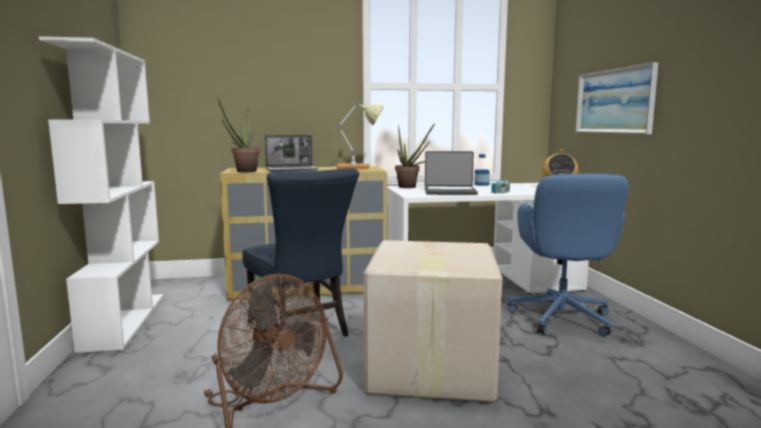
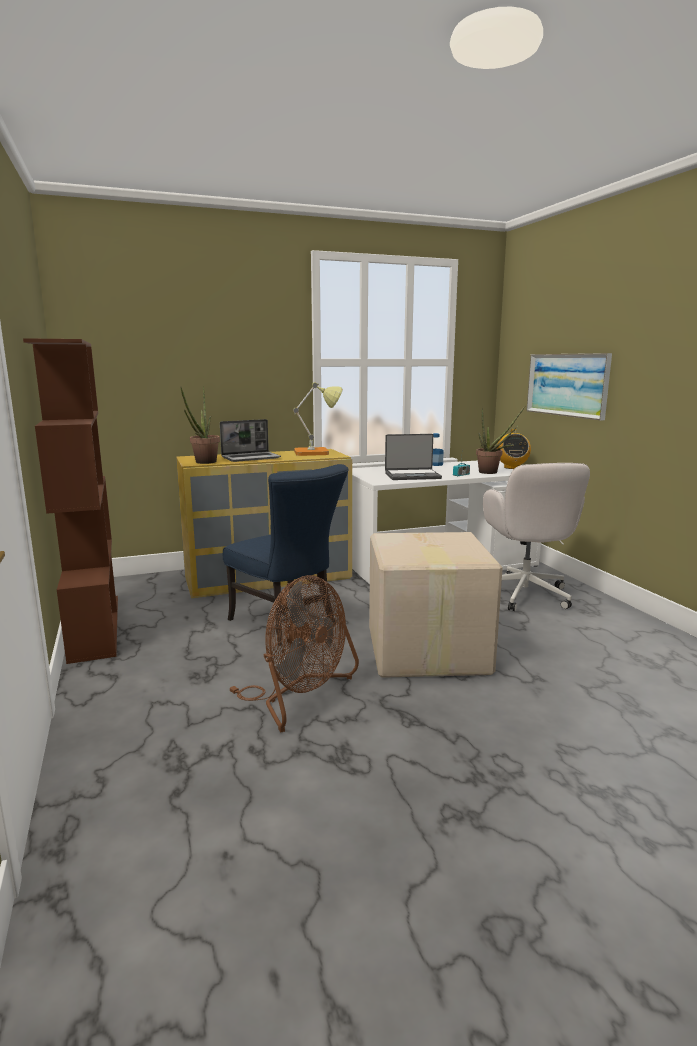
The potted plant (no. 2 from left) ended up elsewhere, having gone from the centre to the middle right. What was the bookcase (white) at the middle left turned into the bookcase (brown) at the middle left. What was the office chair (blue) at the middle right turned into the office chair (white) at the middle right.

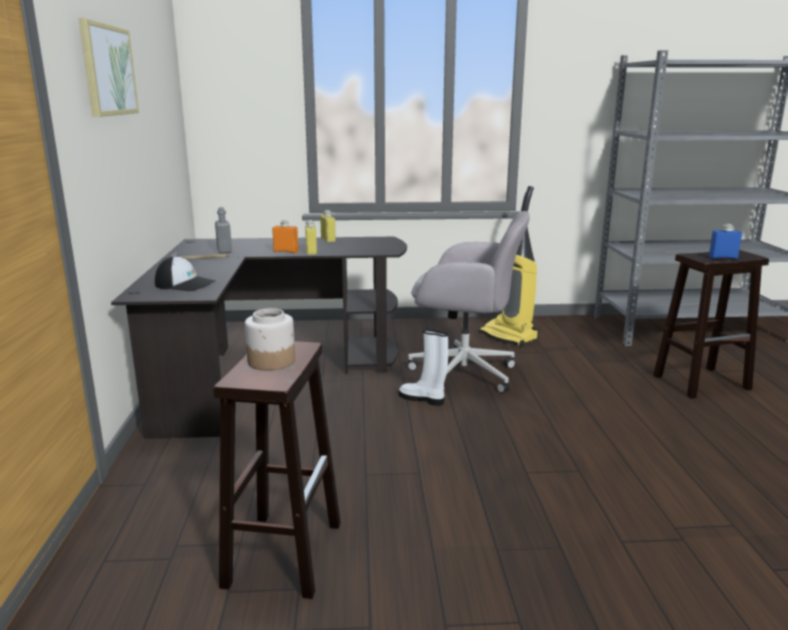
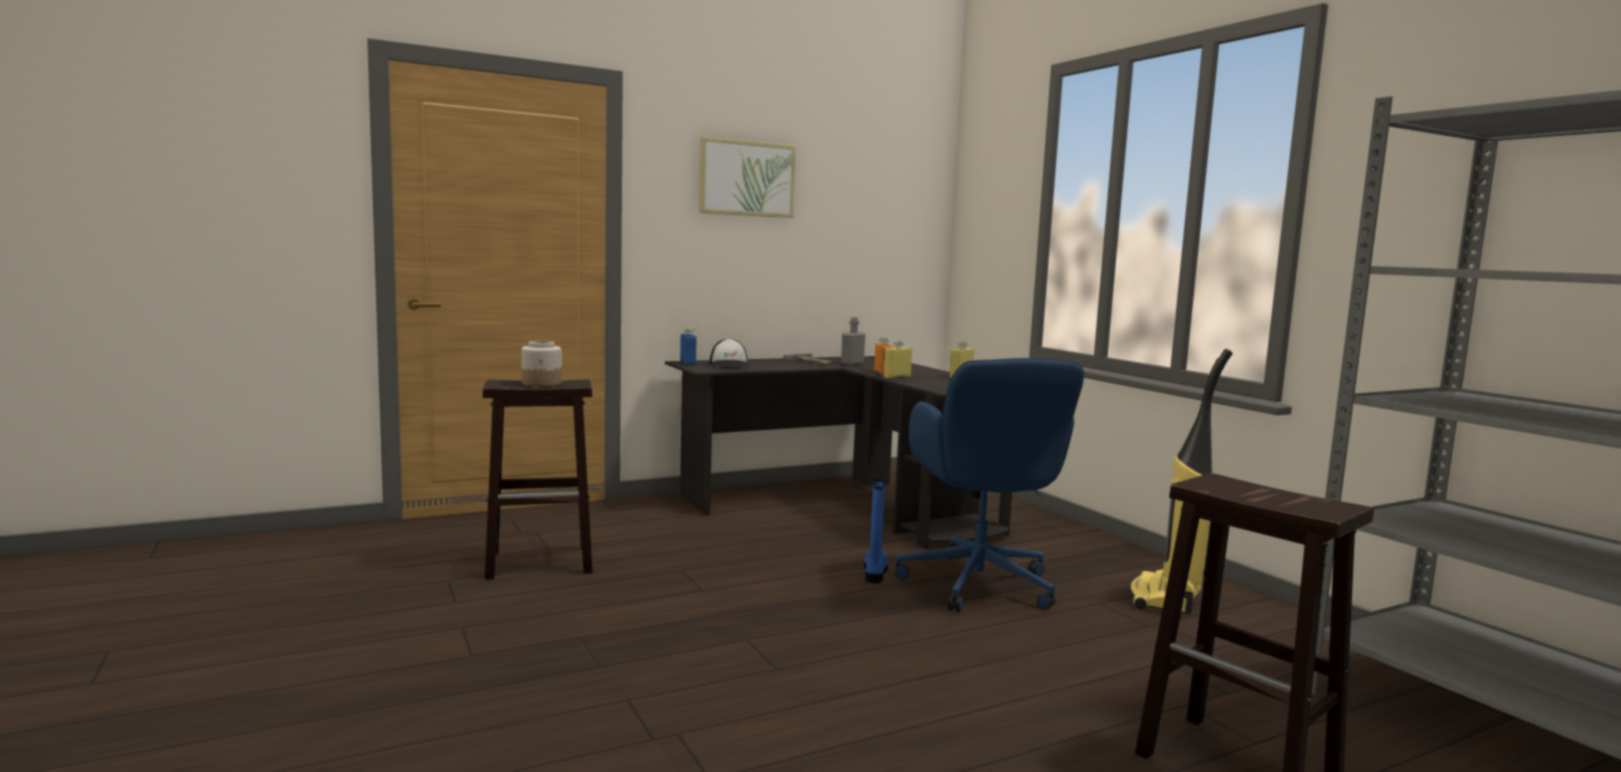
The bottle (blue) ended up elsewhere, having gone from the middle right to the centre. What was the boot (white) at the centre turned into the boot (blue) at the bottom centre. What was the office chair (grey) at the centre turned into the office chair (blue) at the centre.

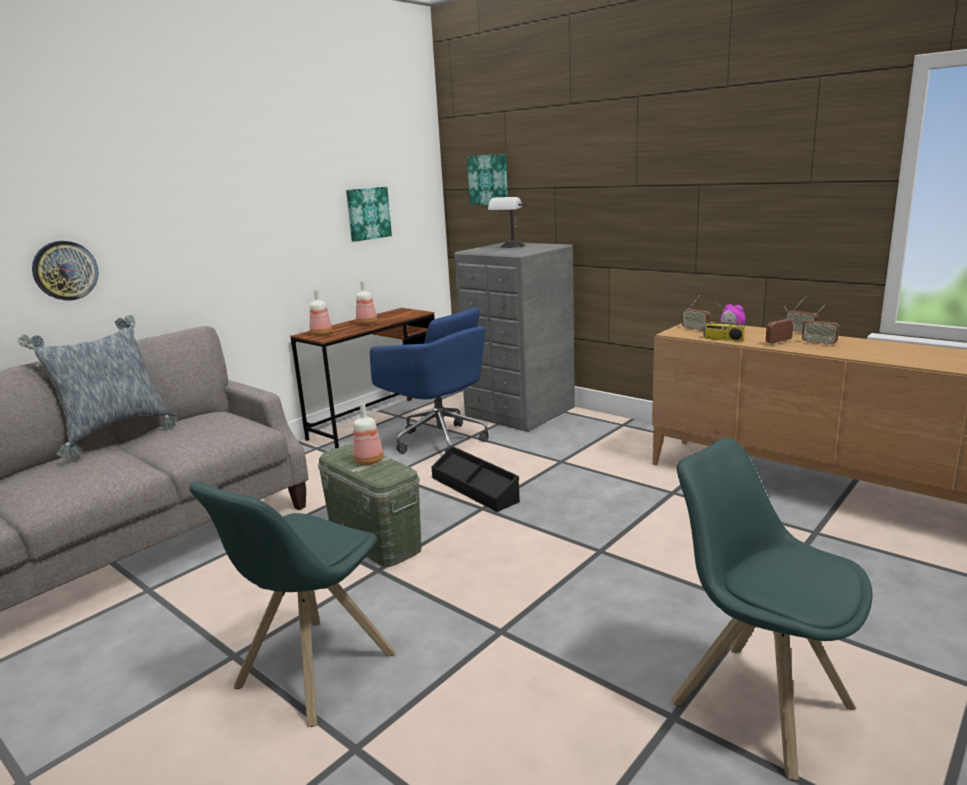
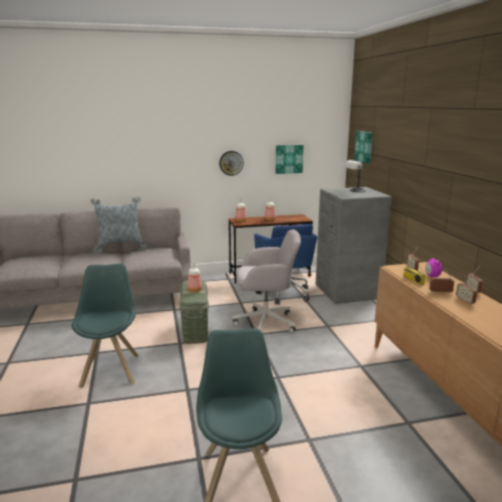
The wall clock ended up elsewhere, having gone from the middle left to the top centre. Where the storage box (black) stood at the centre, the office chair (grey) came to stand at the centre. The chair (turquoise) (no. 1 from left) at the bottom left ended up facing another way, 105 degrees clockwise from before.

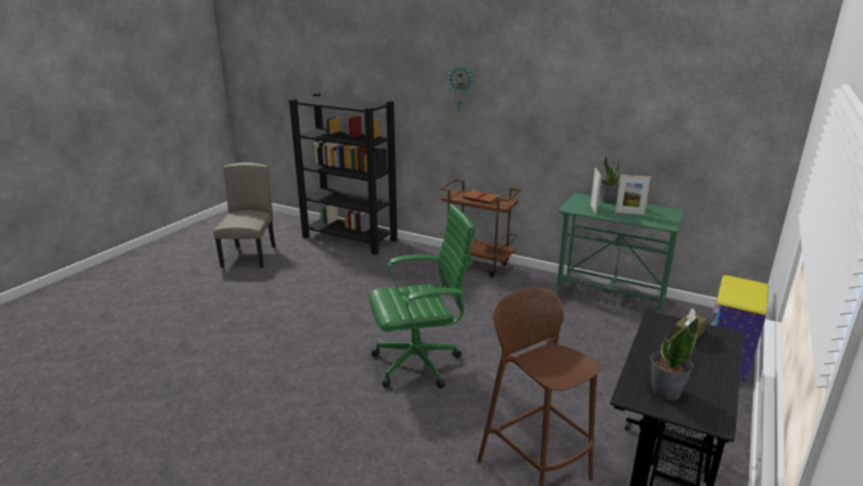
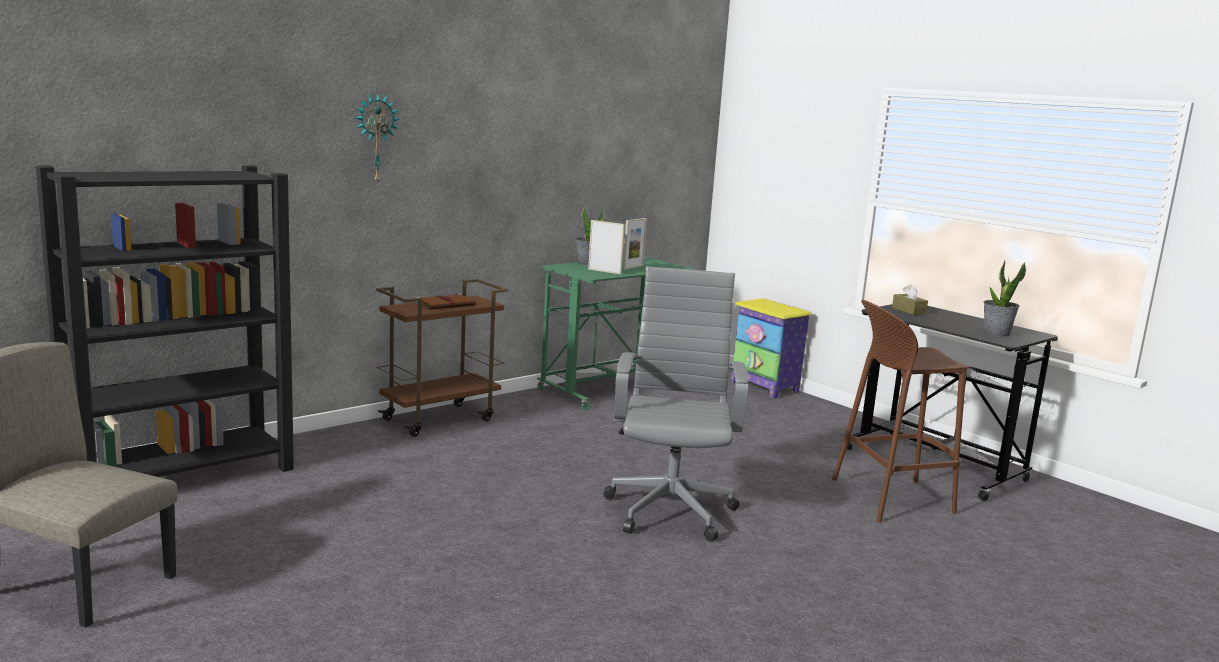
What was the office chair (green) at the centre turned into the office chair (grey) at the centre.

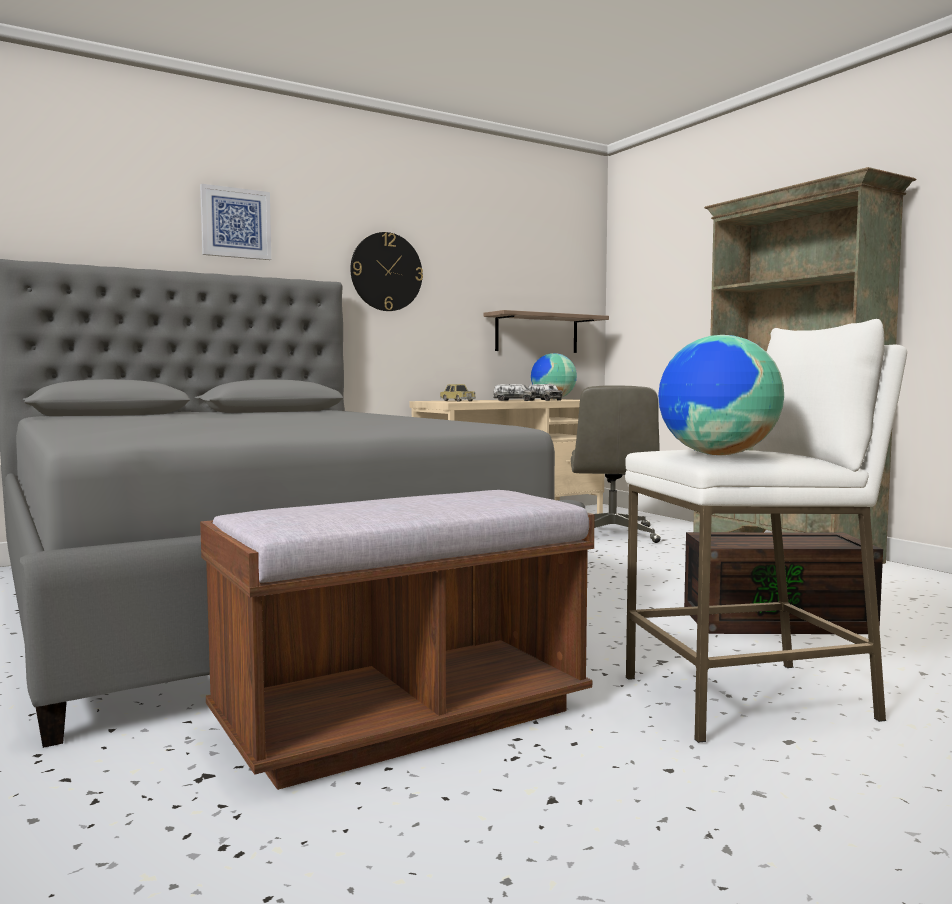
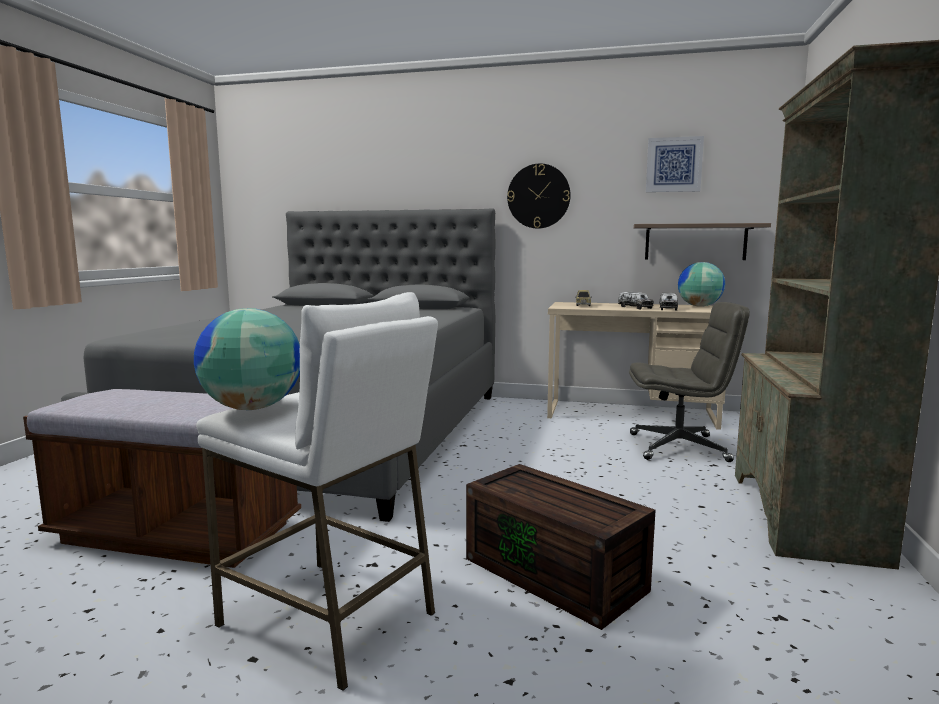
The picture ended up elsewhere, having gone from the top left to the top right. The office chair (grey) at the centre ended up facing another way, 135 degrees counterclockwise from before.

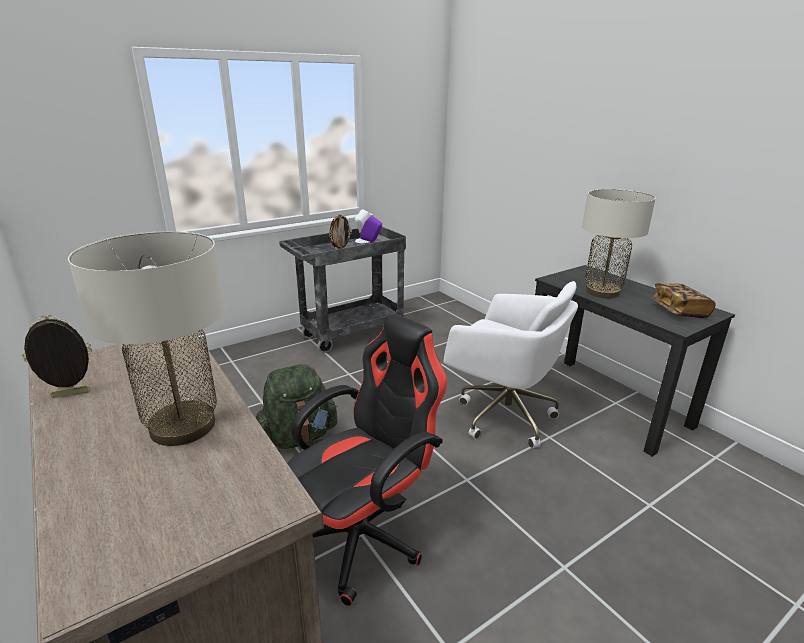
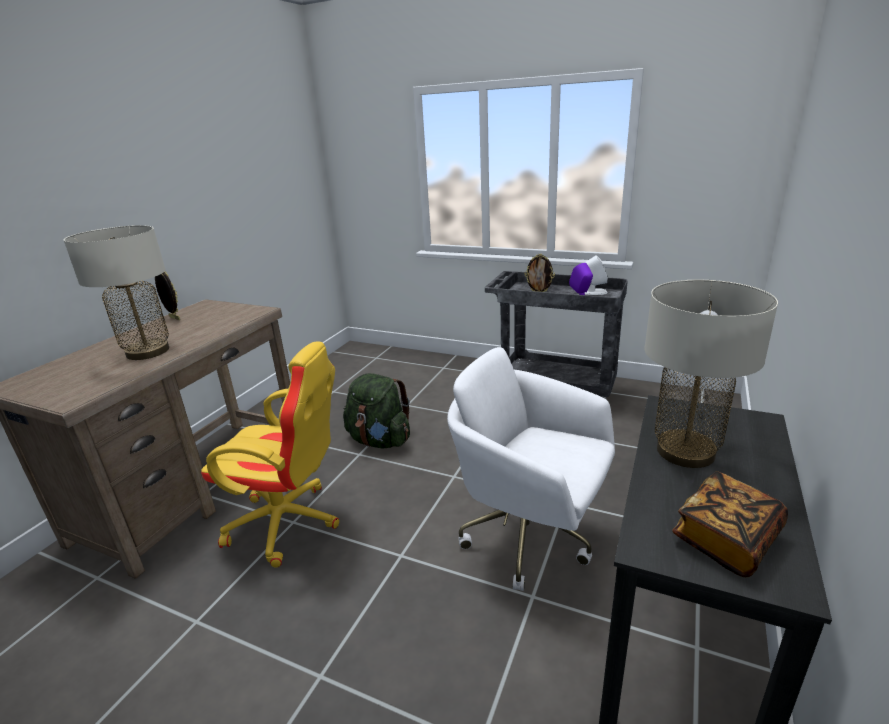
What was the office chair (black) at the bottom centre turned into the office chair (yellow) at the middle left. The office chair (white) at the centre ended up facing another way, 120 degrees clockwise from before.

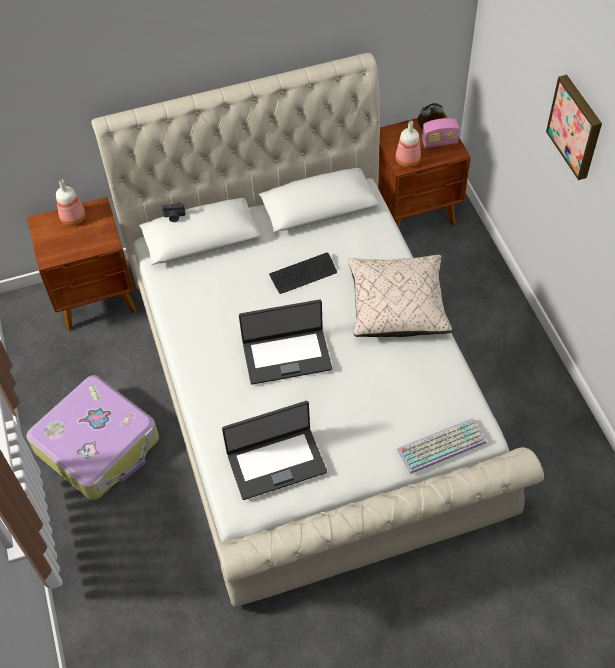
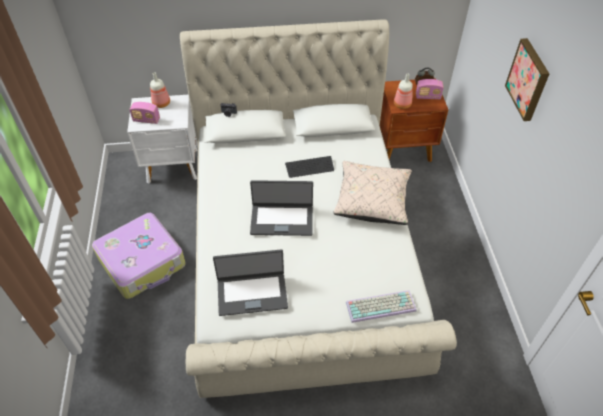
The second view gained the radio (no. 1 from left) at the top left. What was the nightstand (brown) (no. 1 from left) at the middle left turned into the nightstand (white) at the middle left.

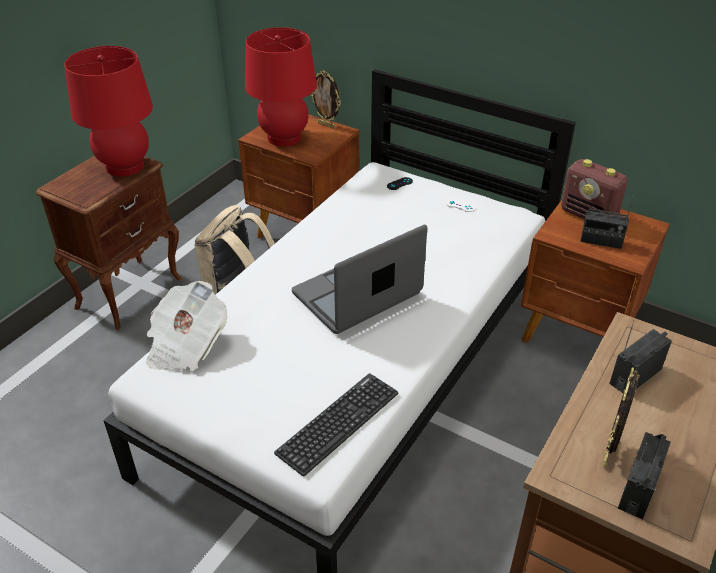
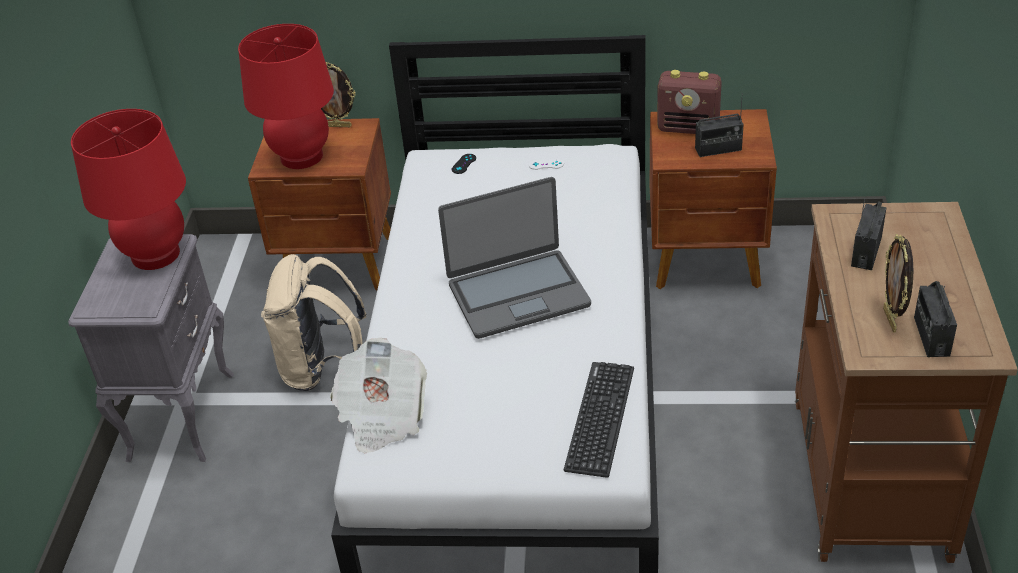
What was the nightstand (brown) (no. 1 from left) at the middle left turned into the nightstand (grey) at the middle left. The laptop at the centre ended up facing another way, 135 degrees counterclockwise from before.

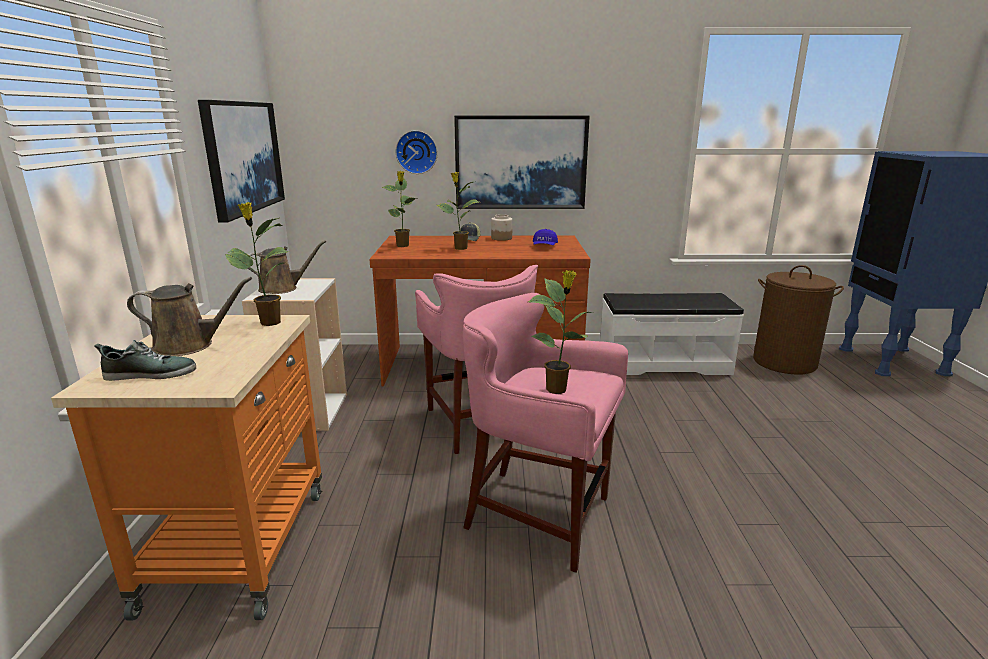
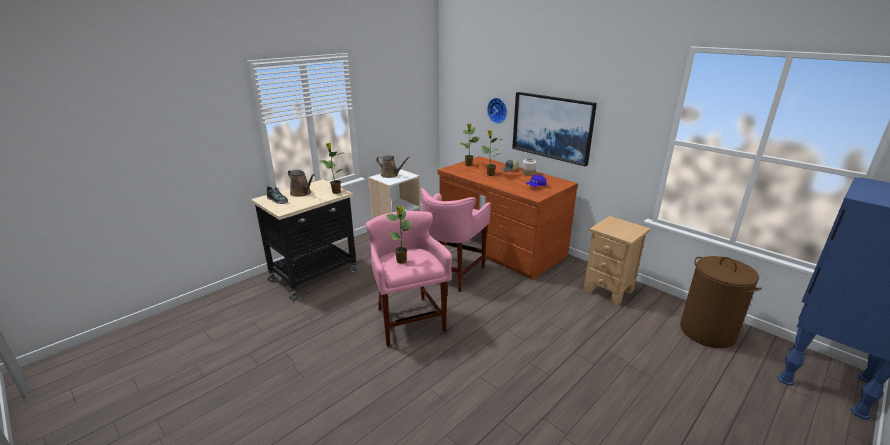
The second view lost the picture (no. 1 from left) at the top left. Where the bench (white) stood at the middle right, the nightstand (beige) came to stand at the middle right. What was the cart (orange) at the bottom left turned into the cart (black) at the centre.

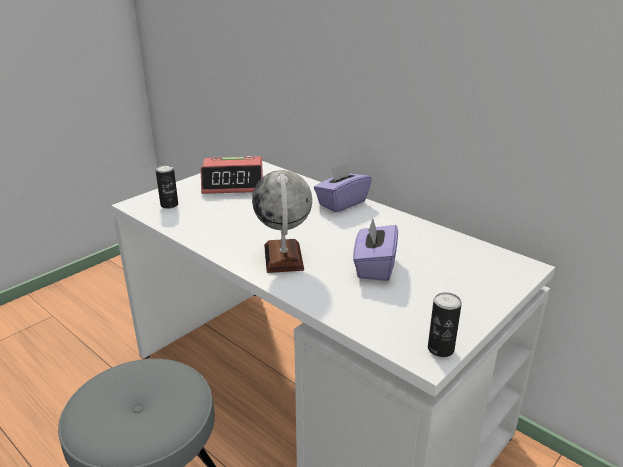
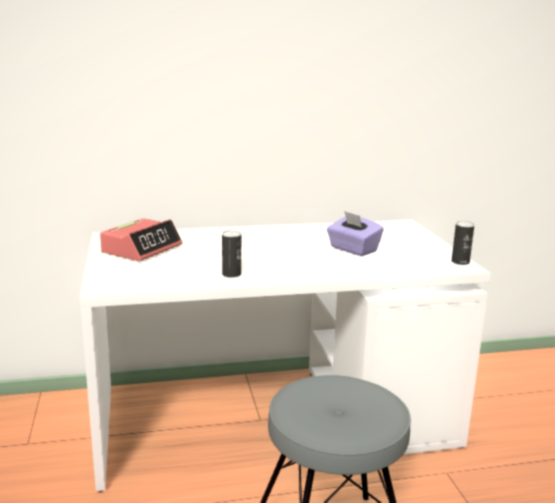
The second view lost the globe at the centre. The second view lost the tissue box (purple) (no. 1 from left) at the centre. The can (no. 1 from left) ended up elsewhere, having gone from the middle left to the centre.

